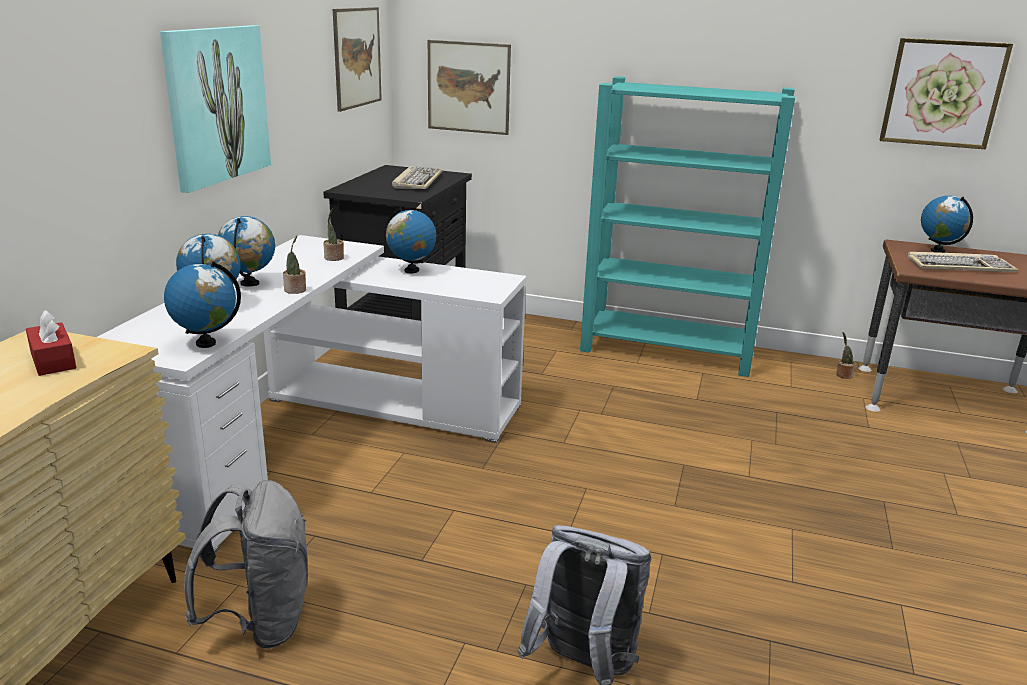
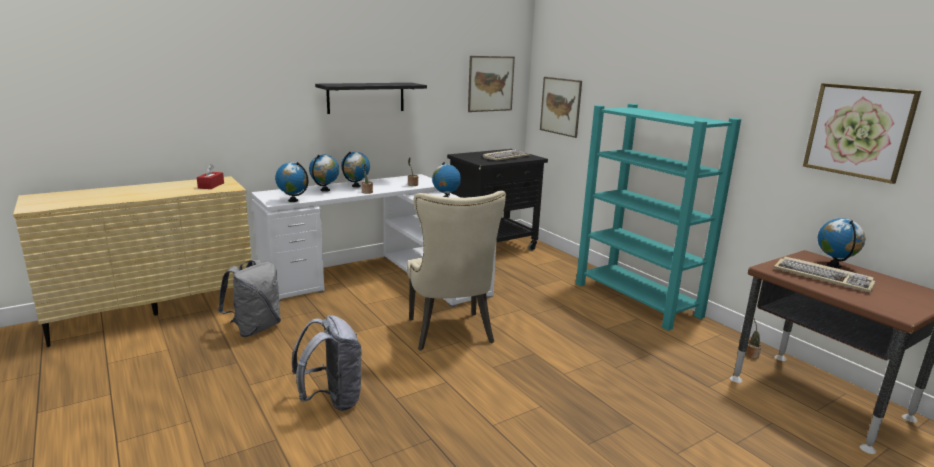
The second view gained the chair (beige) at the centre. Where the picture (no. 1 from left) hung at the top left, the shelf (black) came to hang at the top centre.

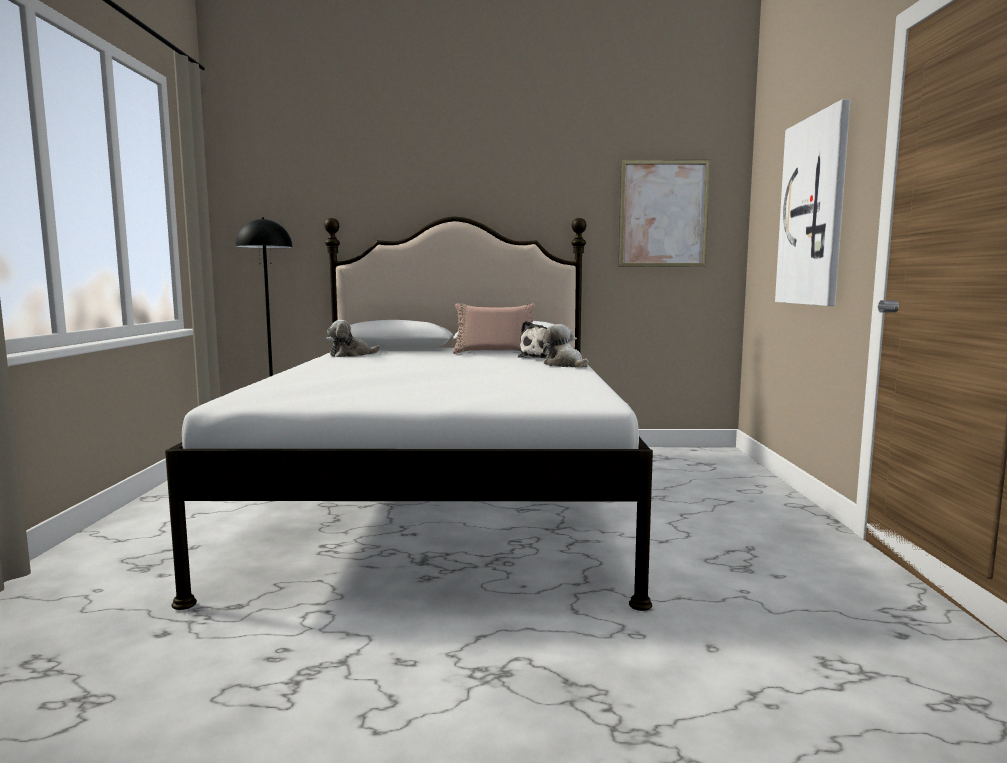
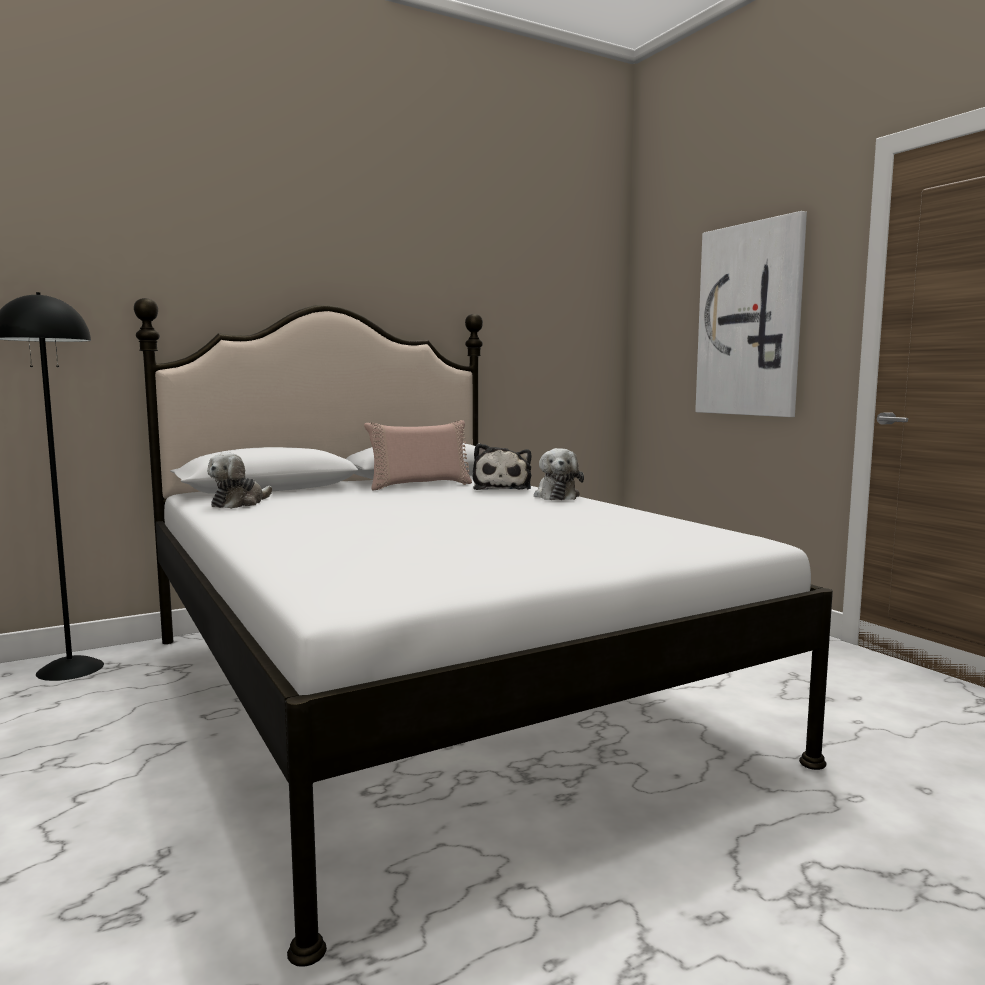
The second view lost the picture (no. 1 from left) at the top centre. The plush toy (no. 3 from left) at the centre ended up facing another way, 120 degrees counterclockwise from before.

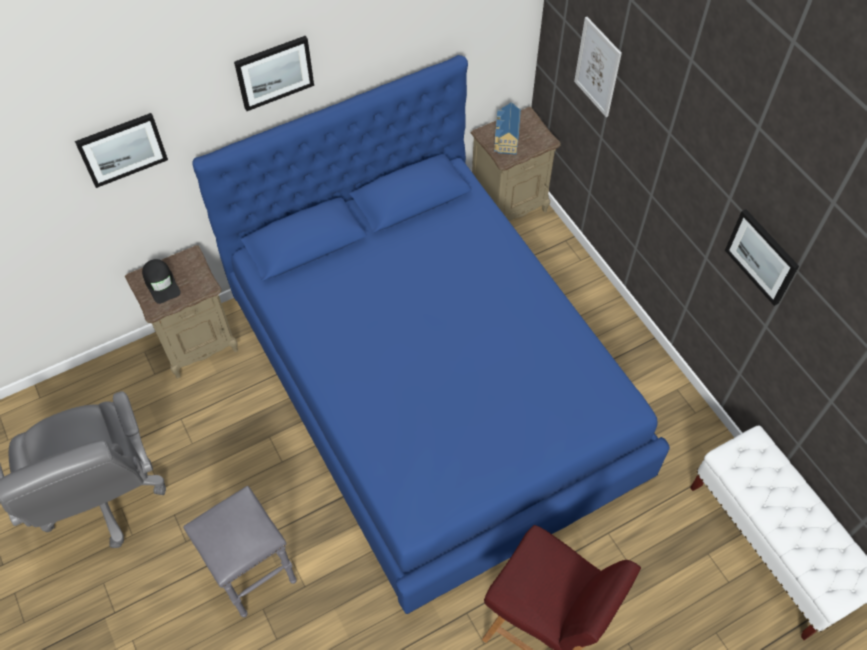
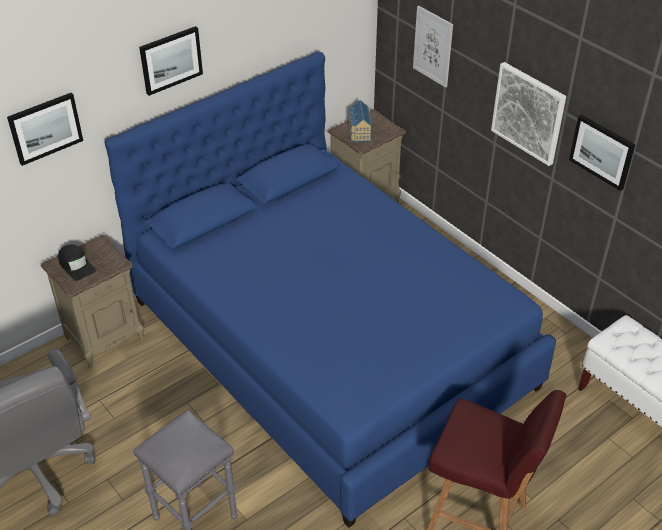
The second view gained the picture (no. 4 from left) at the top right.

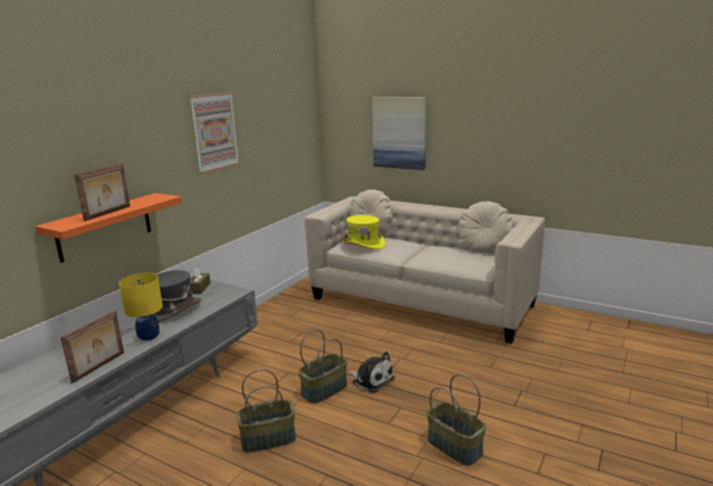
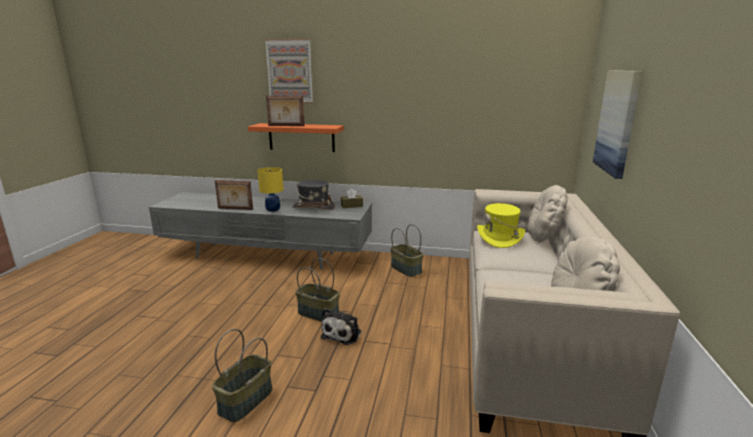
The picture (no. 1 from left) ended up elsewhere, having gone from the top left to the top centre. The basket (no. 1 from left in the first image) ended up elsewhere, having gone from the bottom centre to the centre.

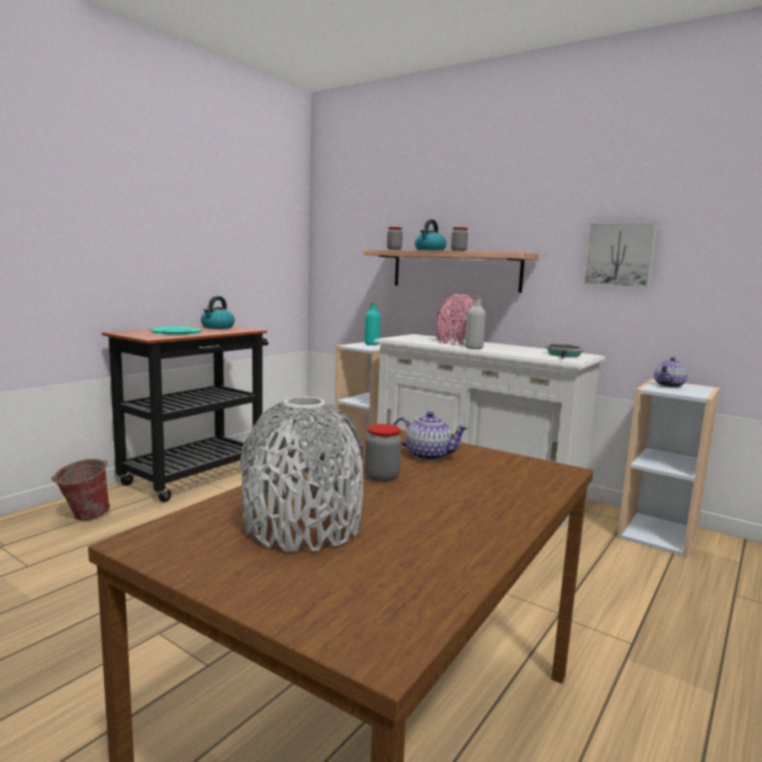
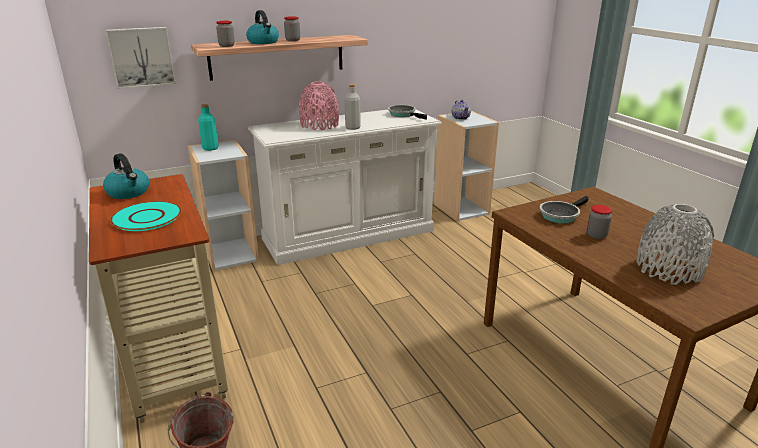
The picture ended up elsewhere, having gone from the middle right to the top left. Where the teapot (no. 1 from left) stood at the centre, the frying pan (no. 2 from left) came to stand at the middle right. What was the cart (black) at the middle left turned into the cart (beige) at the middle left.

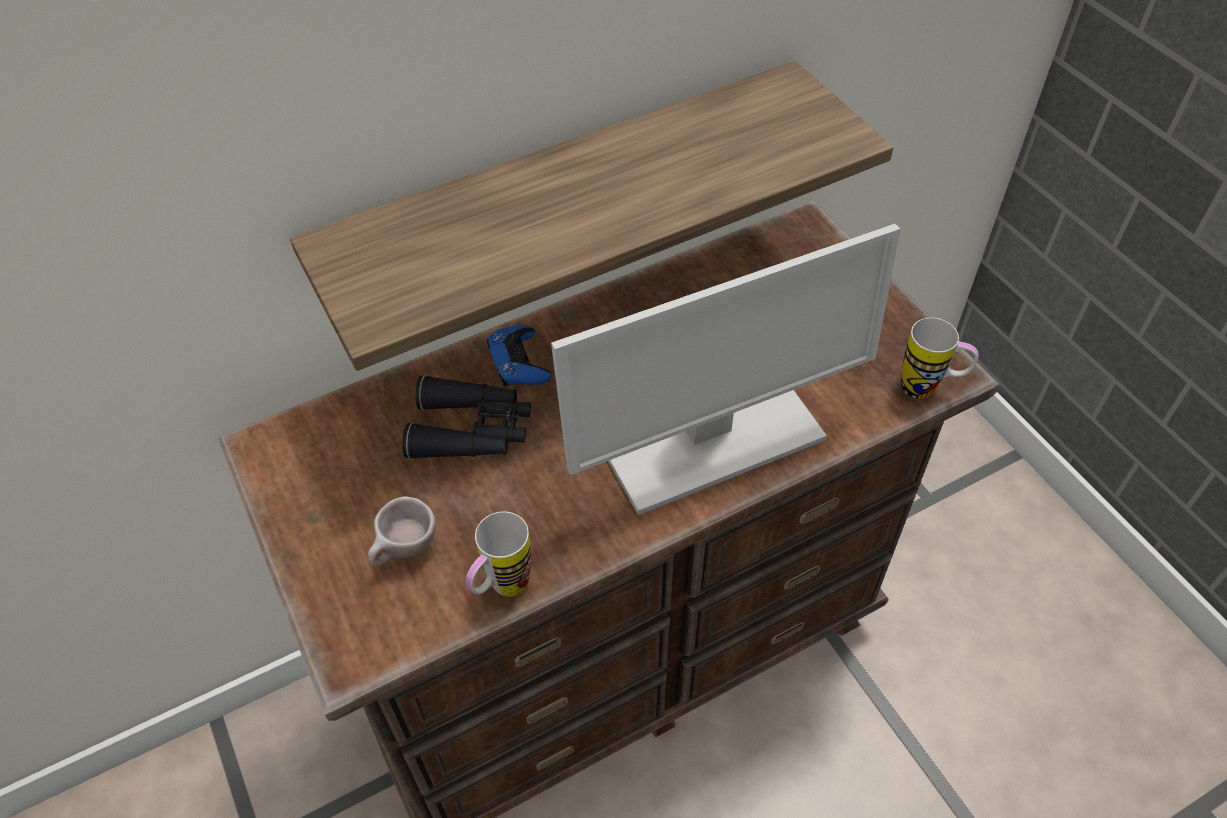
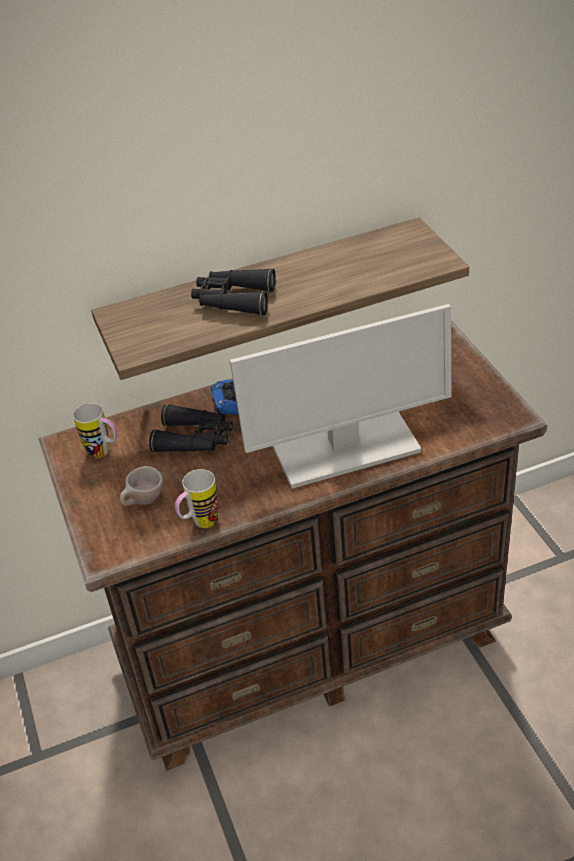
The second view gained the binoculars (black) (no. 2 from left) at the centre. The mug (no. 2 from left in the first image) ended up elsewhere, having gone from the middle right to the middle left.

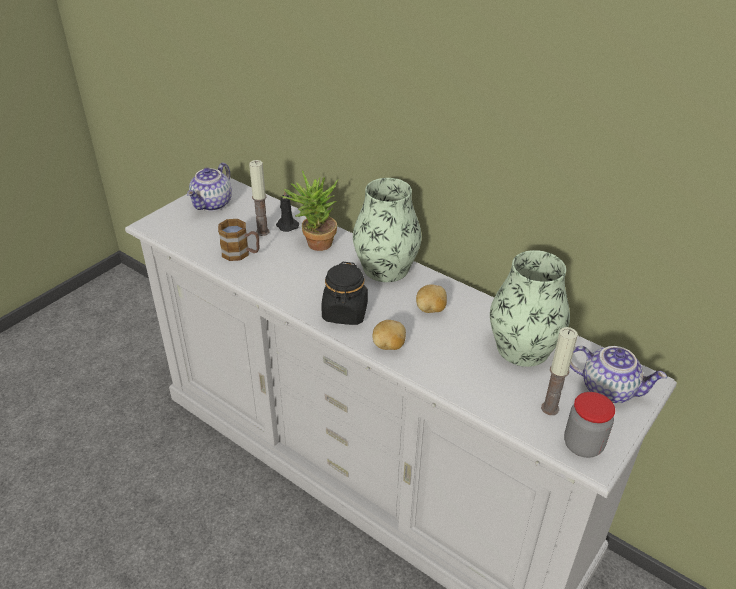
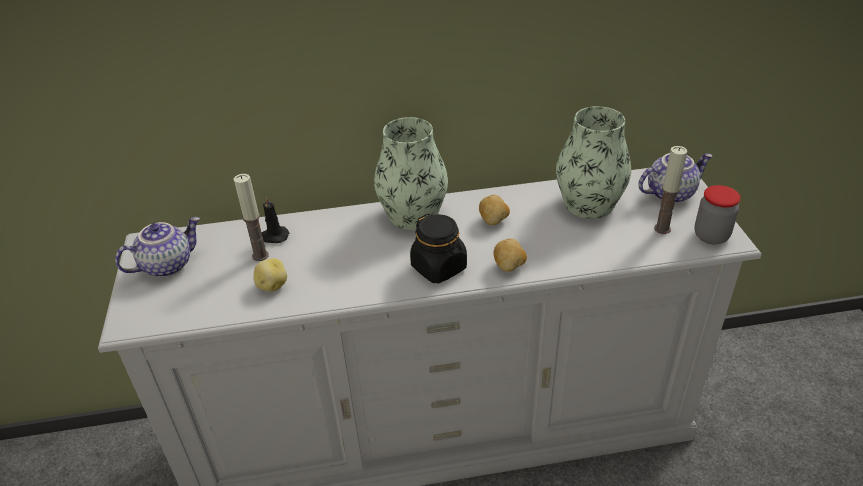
The second view lost the potted plant at the centre. Where the mug stood at the middle left, the potato (no. 1 from left) came to stand at the middle left. The teapot (no. 1 from left) at the top left ended up facing another way, 105 degrees counterclockwise from before.

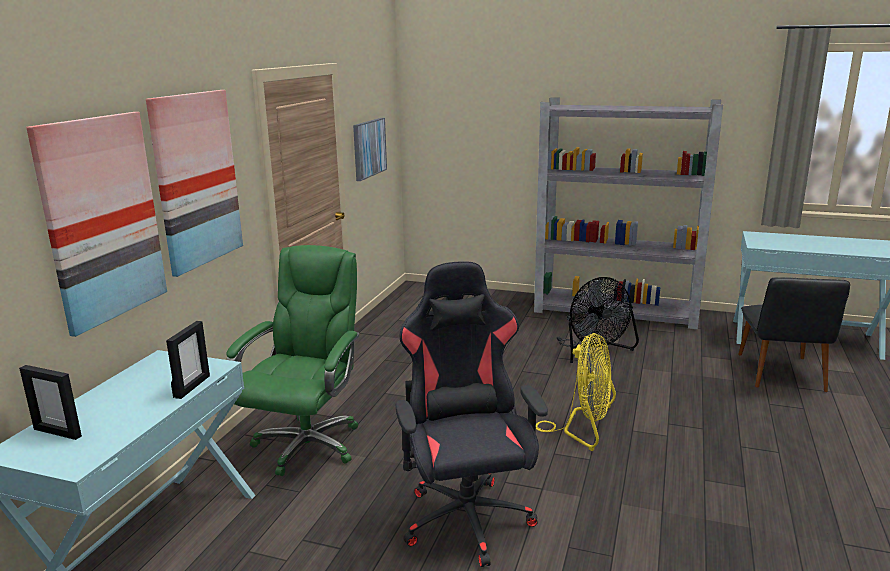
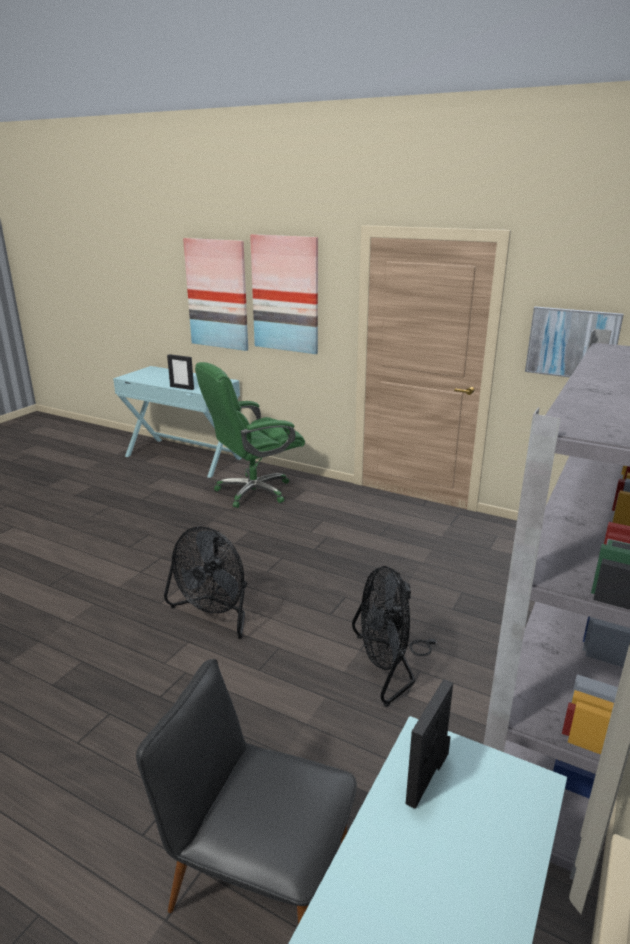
The second view lost the office chair (black) at the bottom centre. The picture frame (no. 1 from left in the first image) ended up elsewhere, having gone from the bottom left to the bottom right. What was the fan (yellow) at the bottom centre turned into the fan (black) (no. 1 from left) at the middle left. The office chair (green) at the middle left ended up facing another way, 120 degrees clockwise from before.

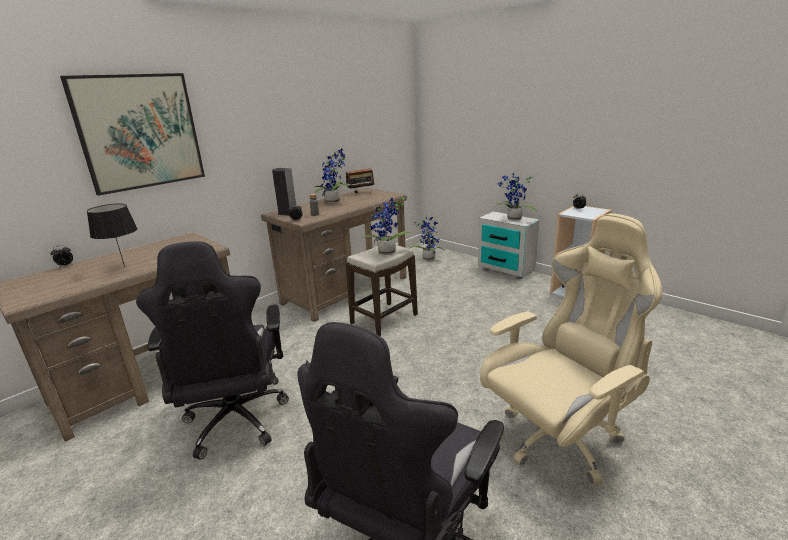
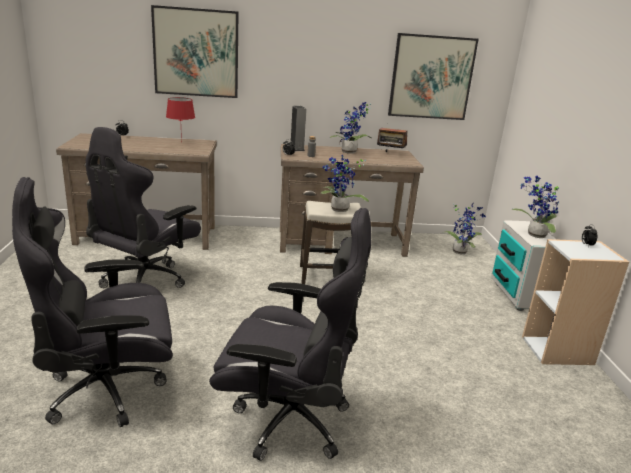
The second view lost the table lamp (black) at the middle left. The second view gained the table lamp (red) at the top left. The second view gained the picture (no. 2 from left) at the top right. What was the office chair (beige) at the middle right turned into the office chair (black) (no. 3 from left) at the bottom centre.

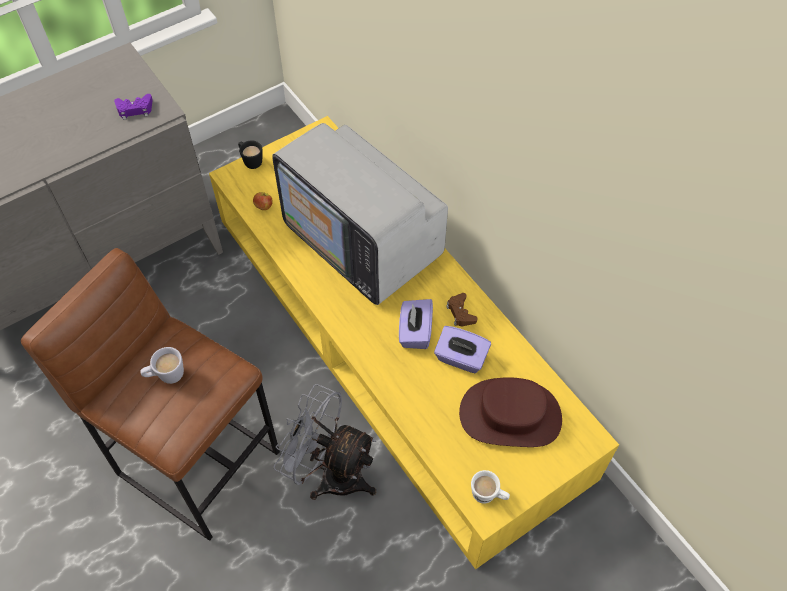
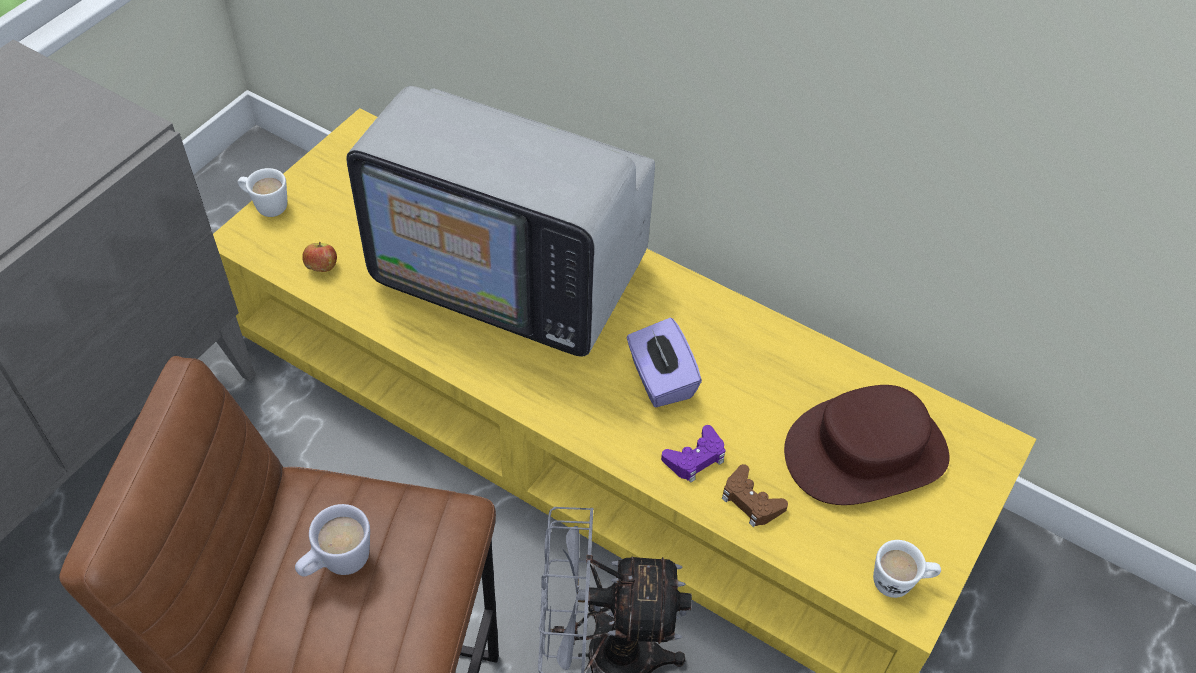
The second view lost the tissue box (purple) (no. 2 from left) at the centre. The game controller (purple) ended up elsewhere, having gone from the top left to the bottom centre. The game controller (brown) ended up elsewhere, having gone from the centre to the bottom centre. What was the mug (black) at the top left turned into the mug (white) (no. 1 from left) at the top left.

